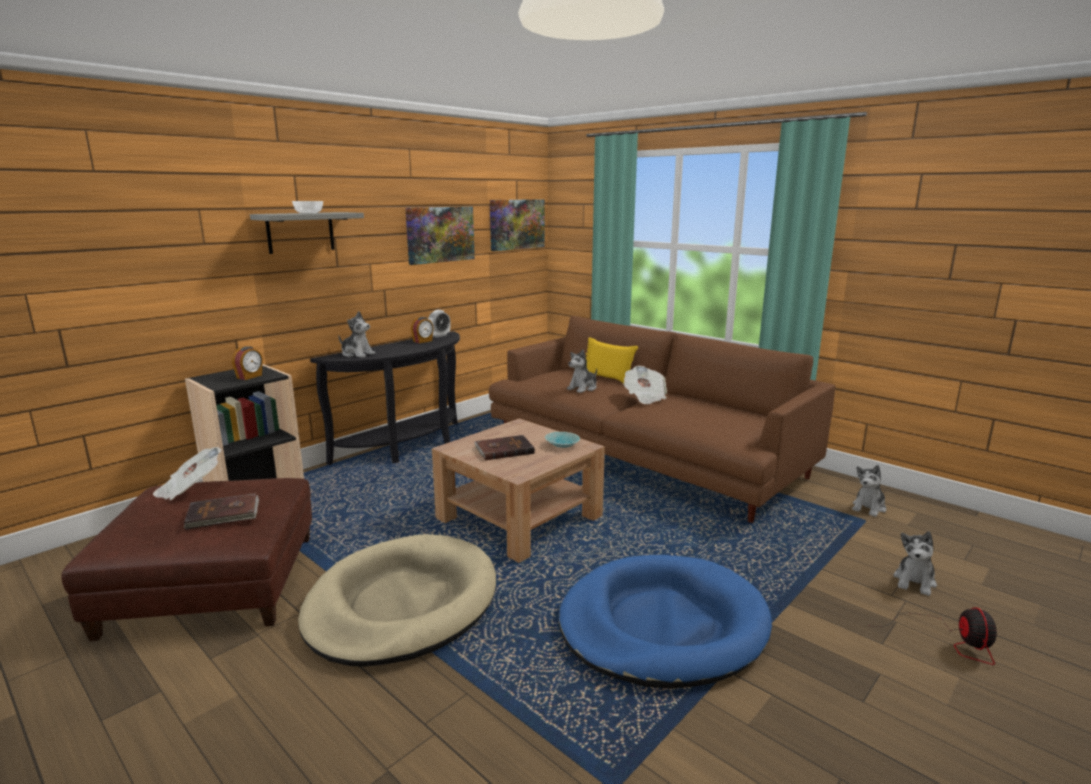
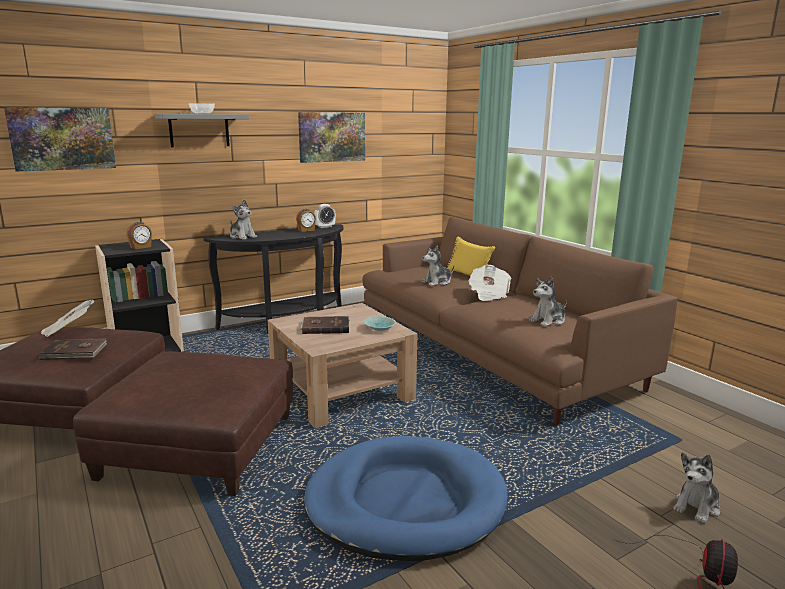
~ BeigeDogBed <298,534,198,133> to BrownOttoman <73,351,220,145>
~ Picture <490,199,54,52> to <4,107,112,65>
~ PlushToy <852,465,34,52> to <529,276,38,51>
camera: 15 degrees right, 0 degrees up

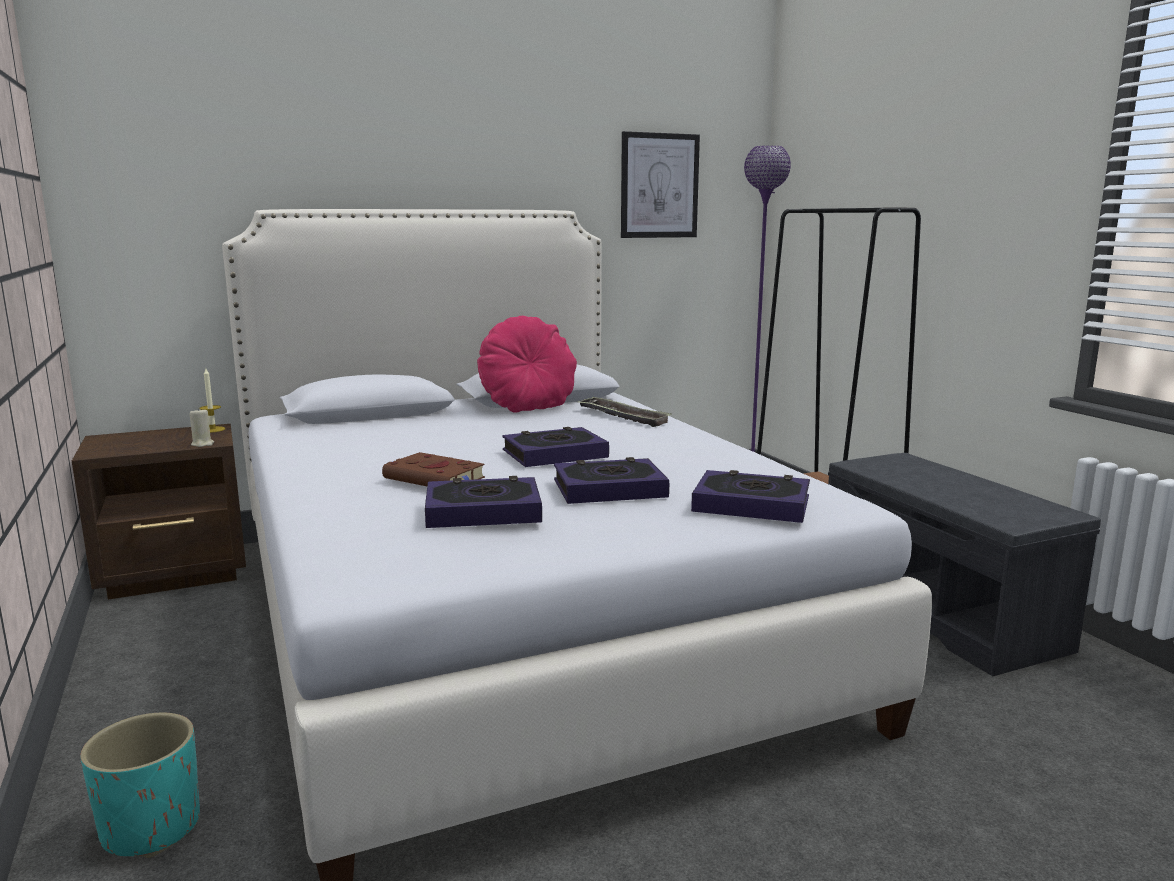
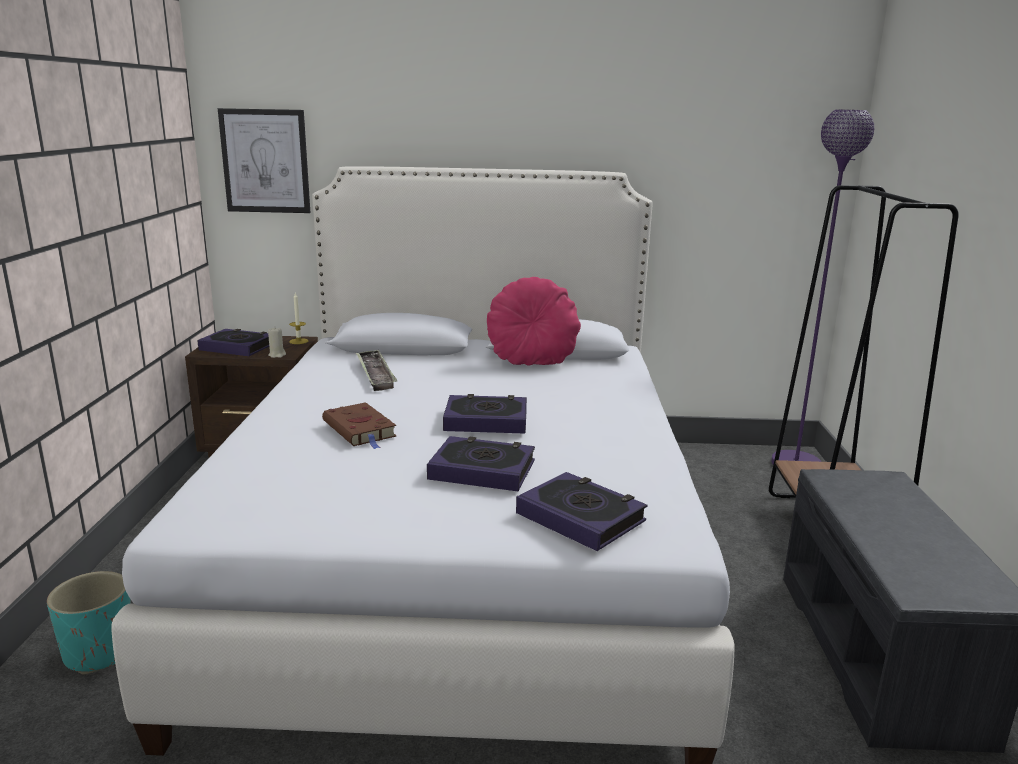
~ Book <425,476,117,52> to <197,329,72,27>
~ Tray <576,397,96,30> to <356,350,42,41>
~ Picture <621,131,79,107> to <218,108,92,105>
camera: 25 degrees right, 5 degrees up

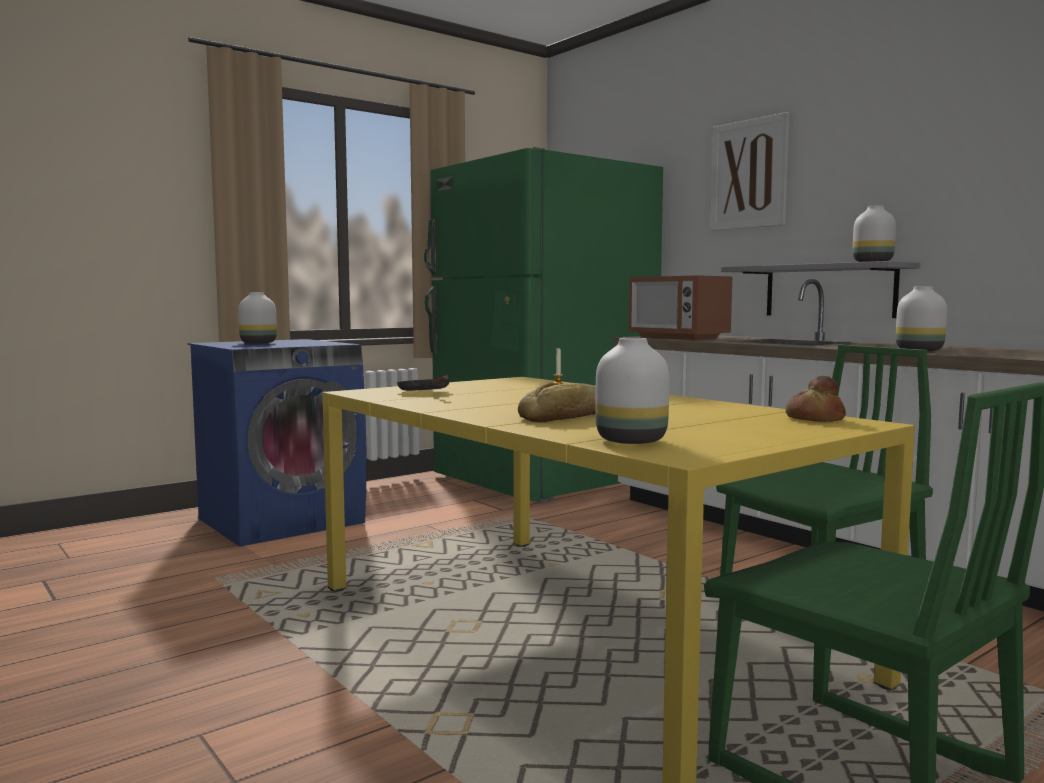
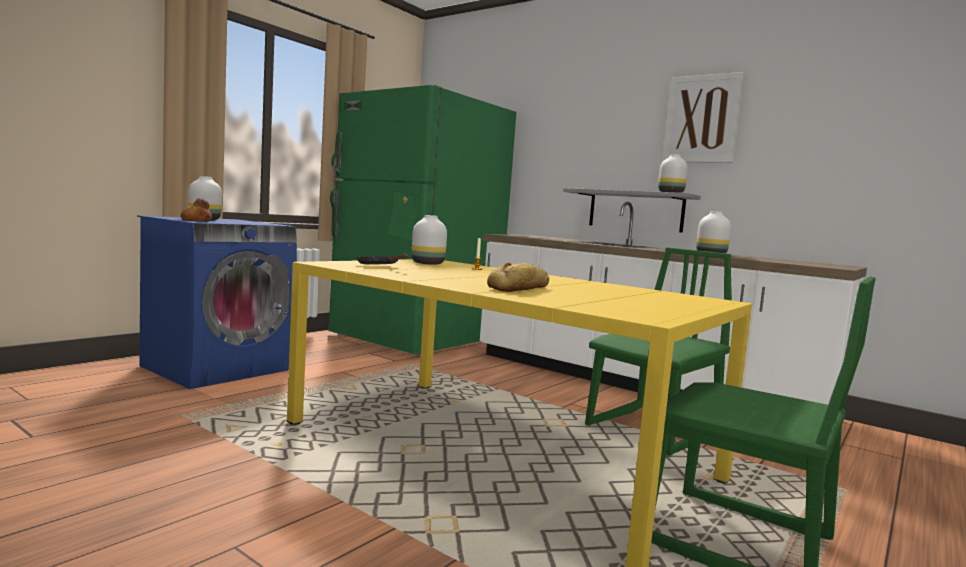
~ WhiteVase <596,338,73,106> to <412,215,35,50>
- Microwave <628,276,104,64>
~ Picture <711,112,78,119> to <663,72,82,91>
~ Bread <785,376,61,46> to <181,198,31,24>
camera: 15 degrees left, 0 degrees up

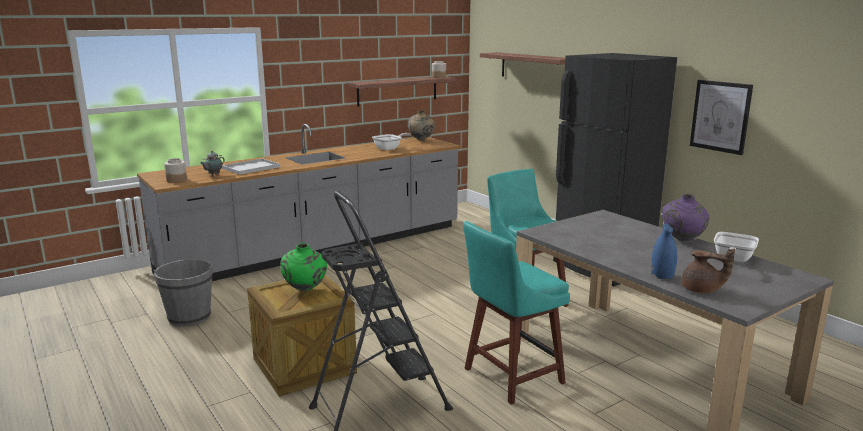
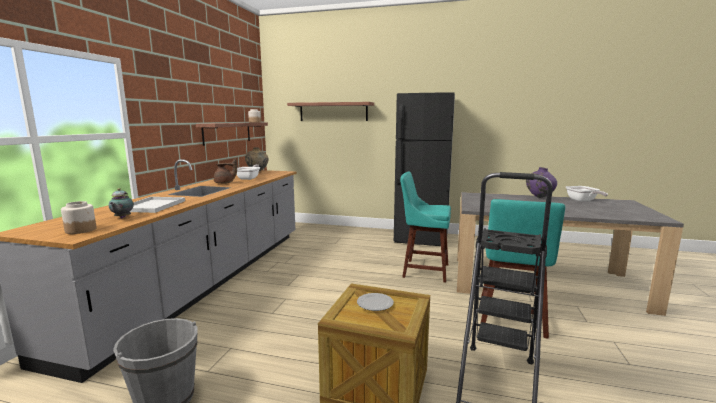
~ GreenVase <280,243,47,48> to Plate <357,293,37,18>
- BlueVase <651,224,26,55>
~ BrownTeapot <681,249,54,45> to <214,159,23,25>
- Picture <690,80,63,75>
camera: 40 degrees left, 5 degrees down

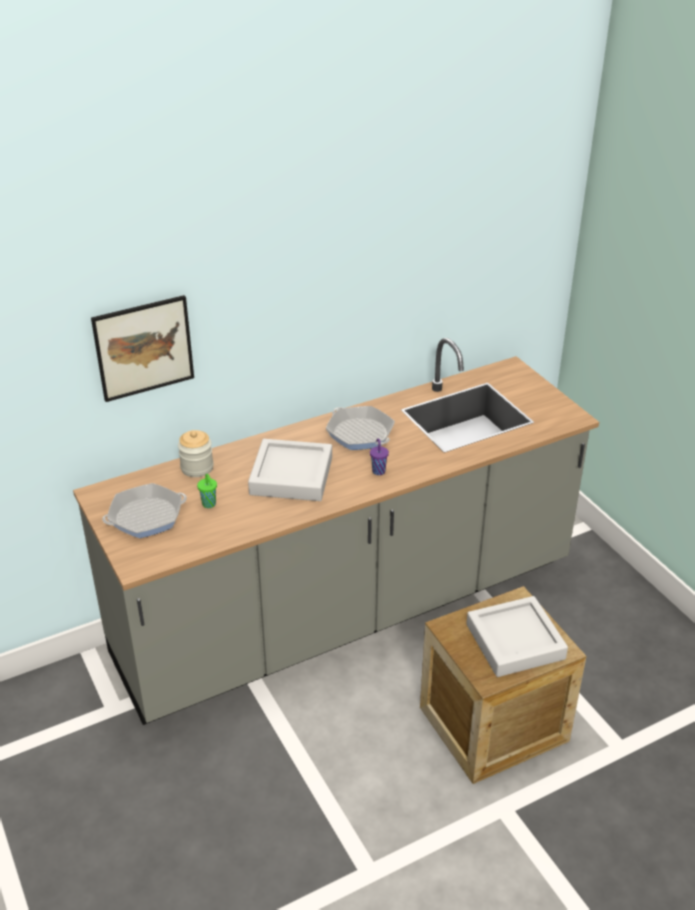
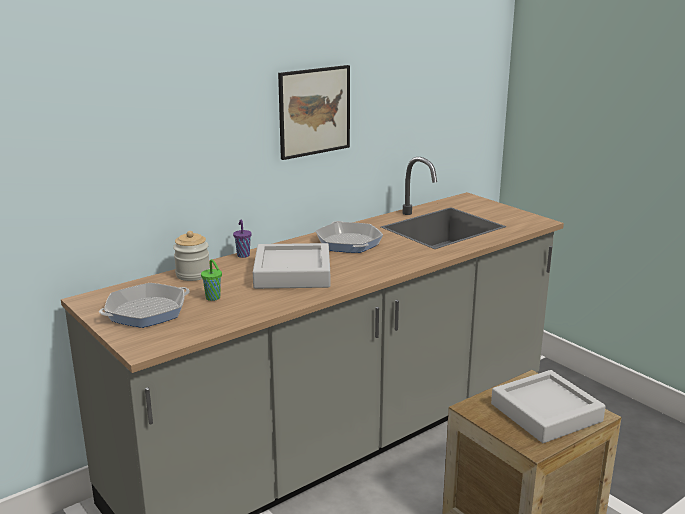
~ Picture <91,295,103,107> to <278,65,72,95>
~ FryingPan <326,406,69,44> = <316,221,67,32> 150 degrees counterclockwise
~ PurpleCup <370,438,19,37> to <233,220,19,38>
camera: 10 degrees left, 15 degrees down

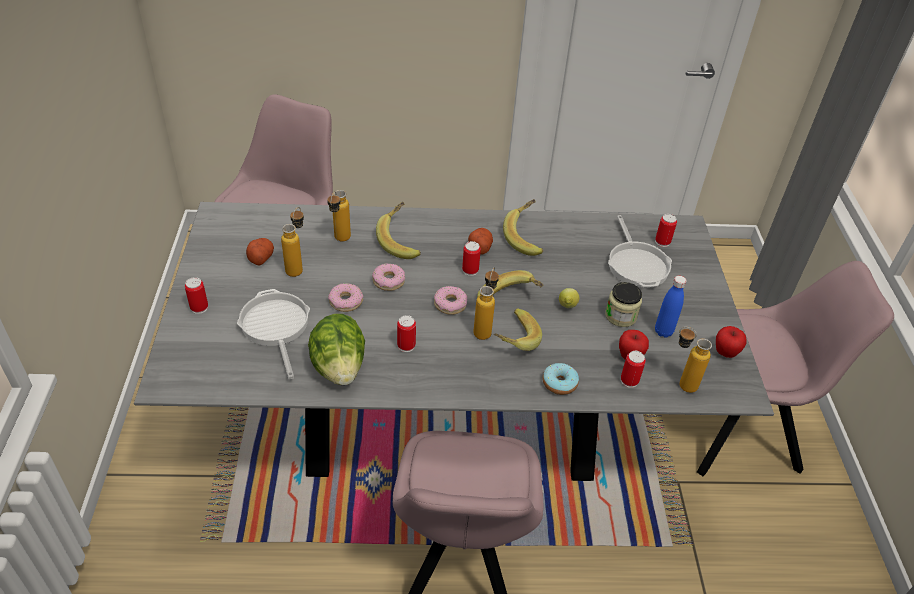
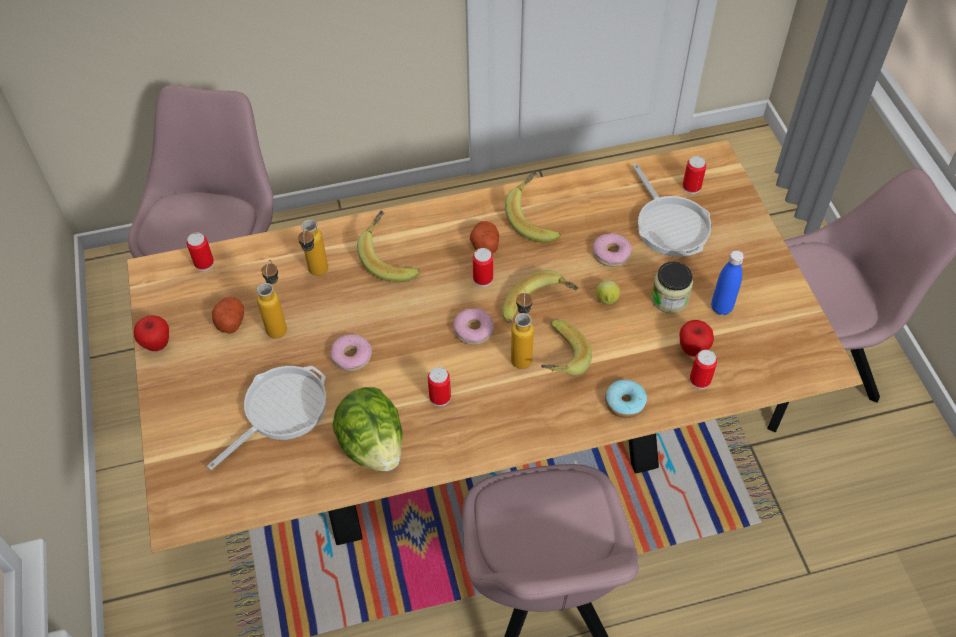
~ GreyDiningTable <134,202,640,279> to BrownDiningTable <127,140,736,413>
~ Can <185,277,23,37> to <187,232,27,39>
~ FryingPan <237,289,73,90> = <207,366,119,104> 75 degrees clockwise
~ Donut <372,263,33,28> to <593,233,39,34>
- Bottle <679,327,33,66>
~ Apple <716,326,31,32> to <134,315,35,36>
camera: 10 degrees left, 10 degrees up

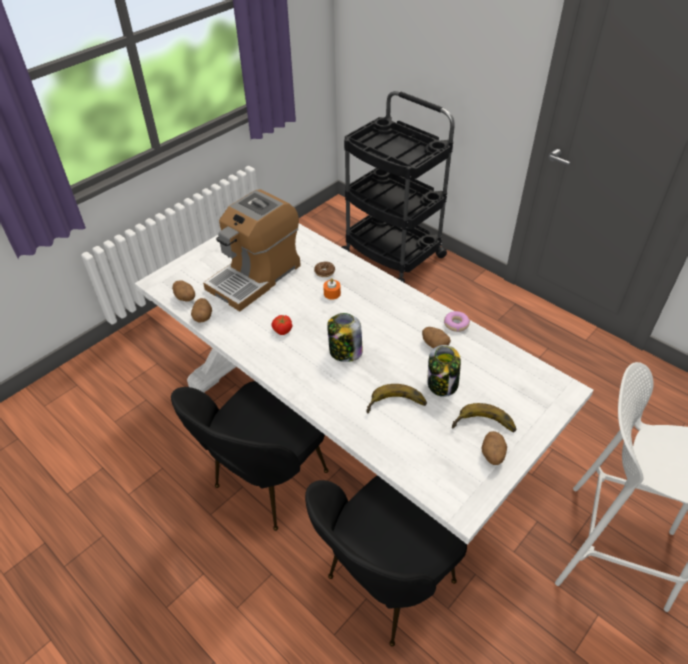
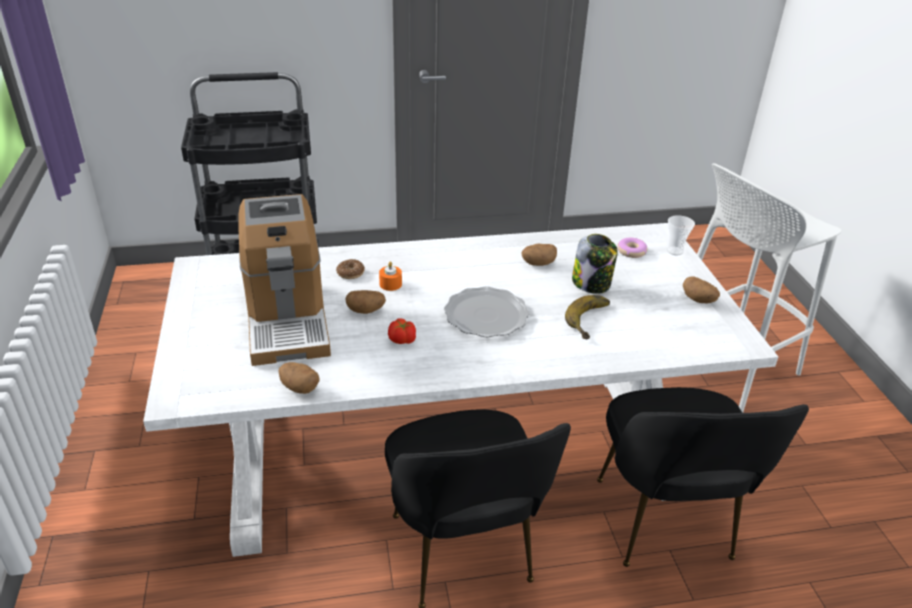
~ Potato <172,280,23,22> to <345,290,41,24>
~ Jar <327,313,36,49> to Plate <444,286,86,51>
~ Donut <444,311,26,21> to <618,238,30,20>
- Banana <452,403,64,29>
+ Cup <667,215,28,40>
camera: 55 degrees left, 10 degrees down

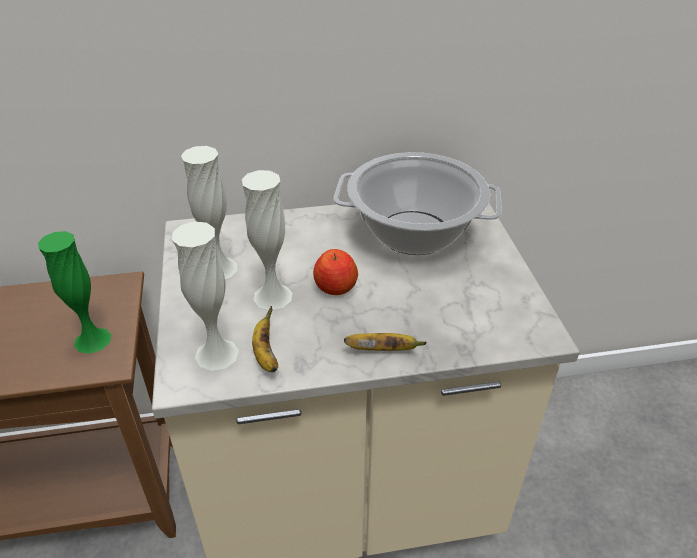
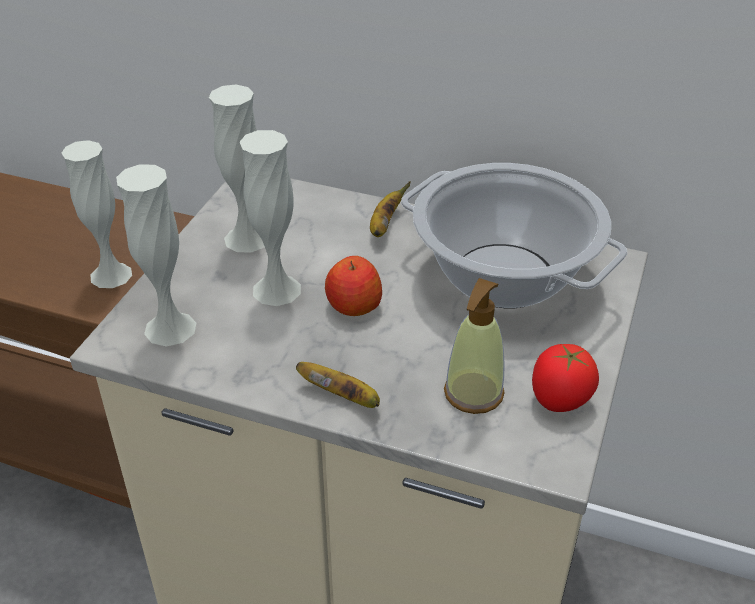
~ GreenVase <38,231,73,123> to WhiteVase <62,140,70,148>
~ Banana <252,306,26,66> to <370,181,40,56>
+ SoapDispenser <444,278,61,136>
+ Tomato <532,344,67,68>
camera: 30 degrees right, 0 degrees up

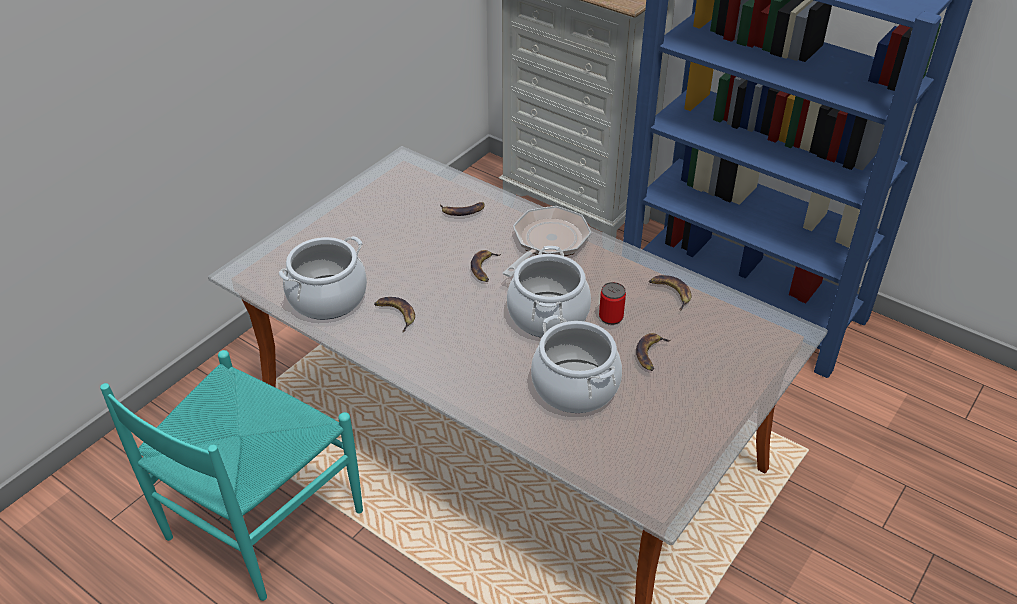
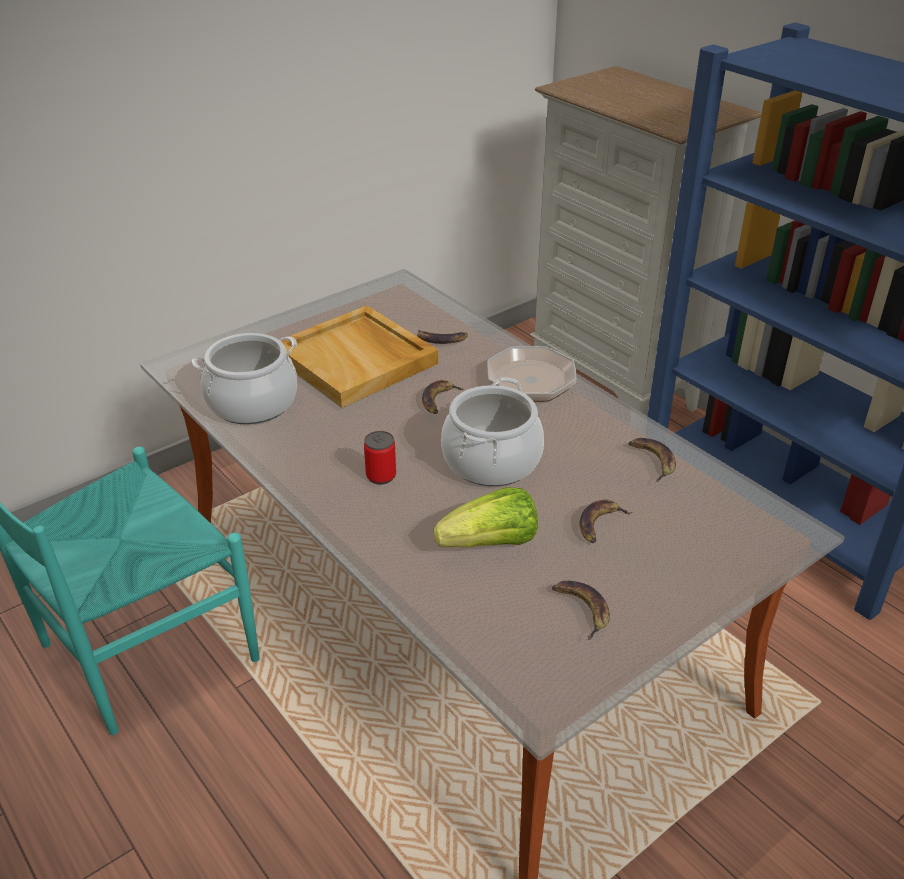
~ Banana <374,297,41,35> to <552,581,58,59>
~ CookingPot <531,315,91,98> to Lettuce <434,487,104,61>
~ Can <599,282,27,43> to <364,431,32,53>
+ BeigeTray <282,305,156,103>
camera: 15 degrees right, 5 degrees down

